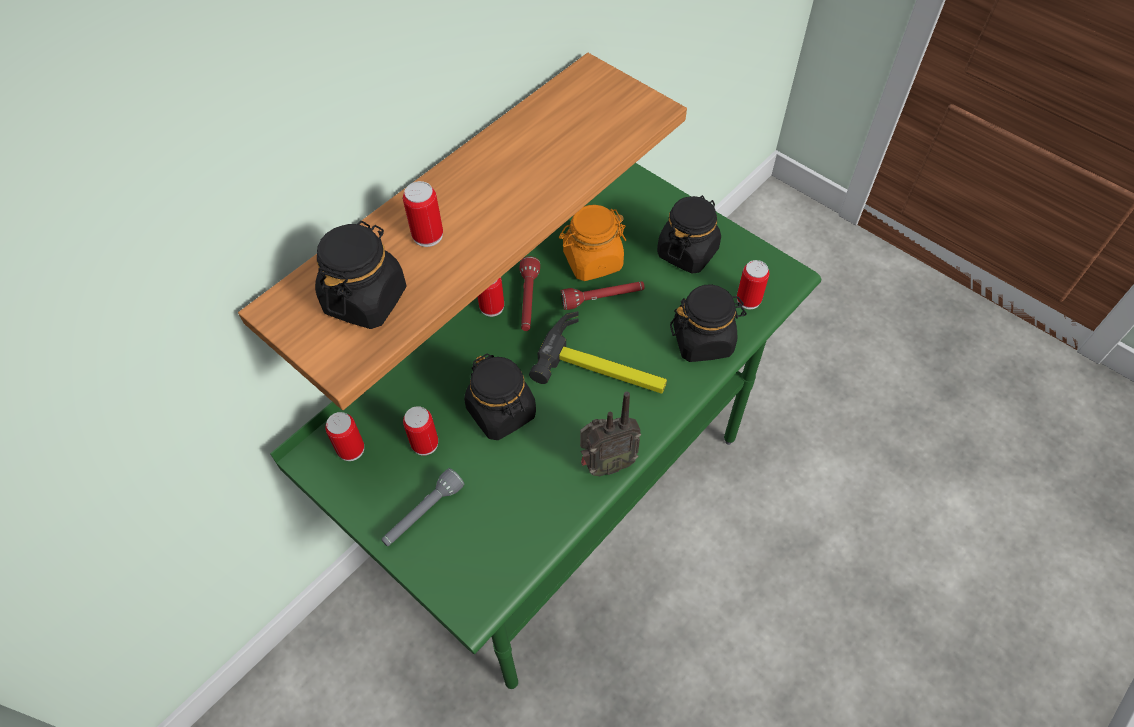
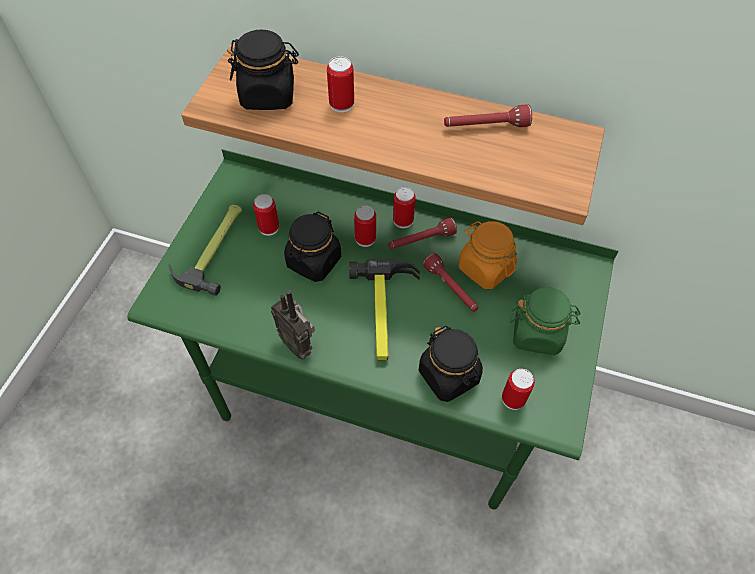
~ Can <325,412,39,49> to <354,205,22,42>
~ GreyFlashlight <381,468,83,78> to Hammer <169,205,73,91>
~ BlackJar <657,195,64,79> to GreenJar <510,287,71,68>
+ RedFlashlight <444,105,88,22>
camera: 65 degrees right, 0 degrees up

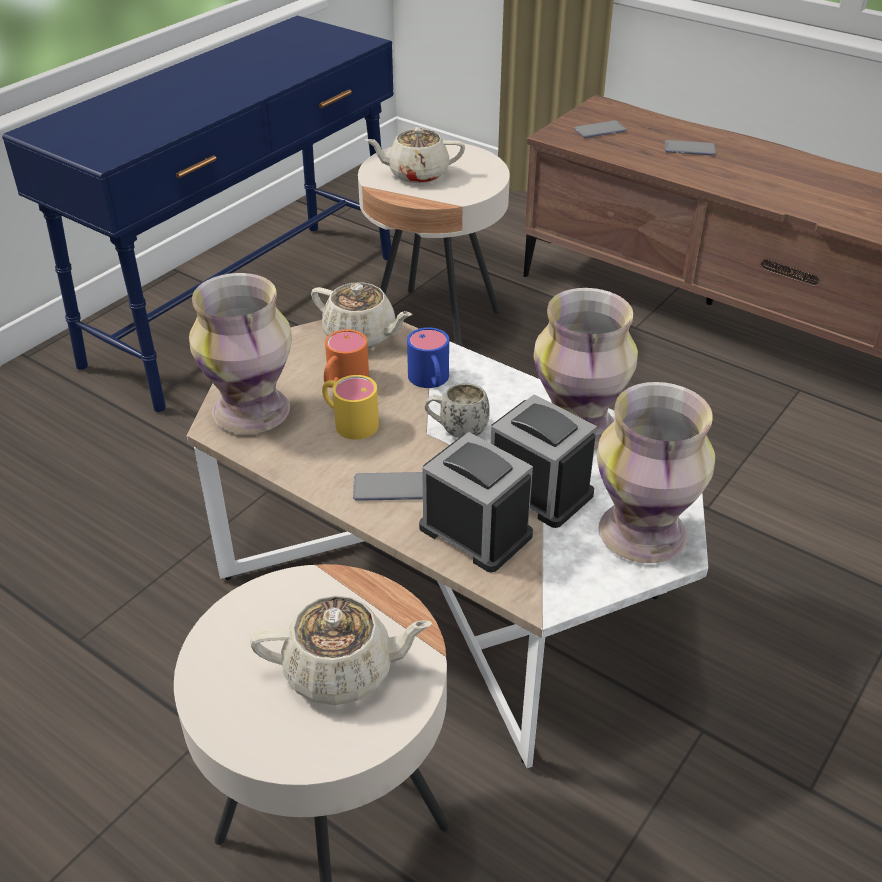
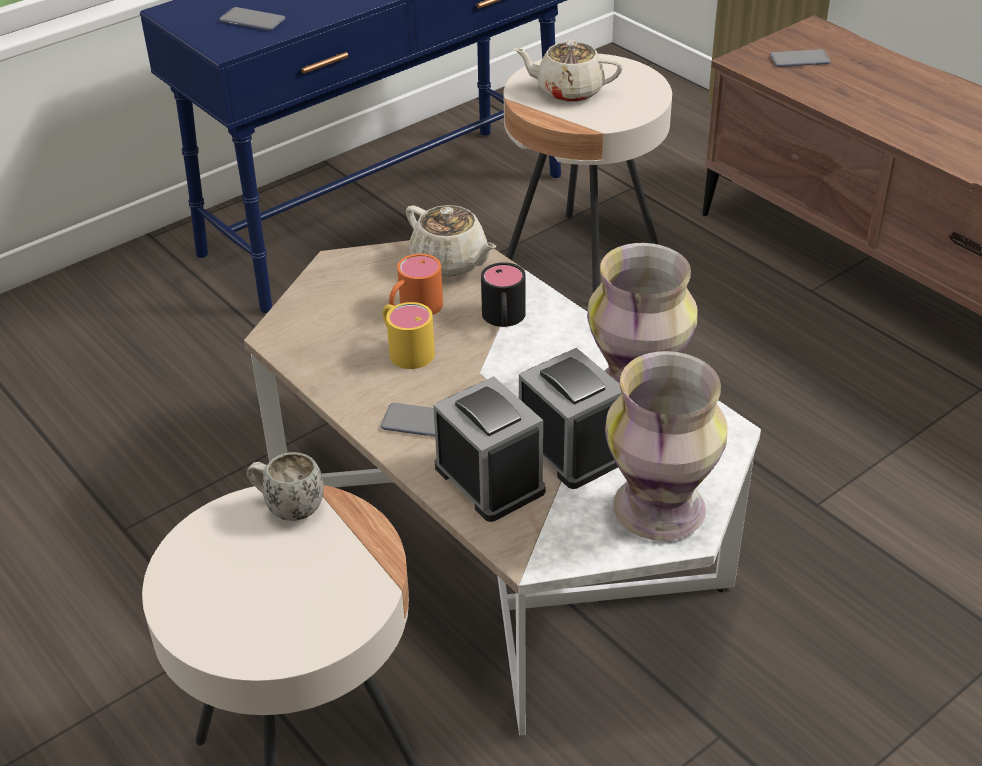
- Vase <189,273,103,161>
- BeigeTeapot <250,595,182,110>
~ BlueMug <407,327,42,61> to BlackMug <481,262,45,65>
~ WhiteMug <424,383,66,55> to <247,452,77,69>
~ Phone <665,140,51,16> to <219,7,67,24>
camera: 15 degrees right, 0 degrees up

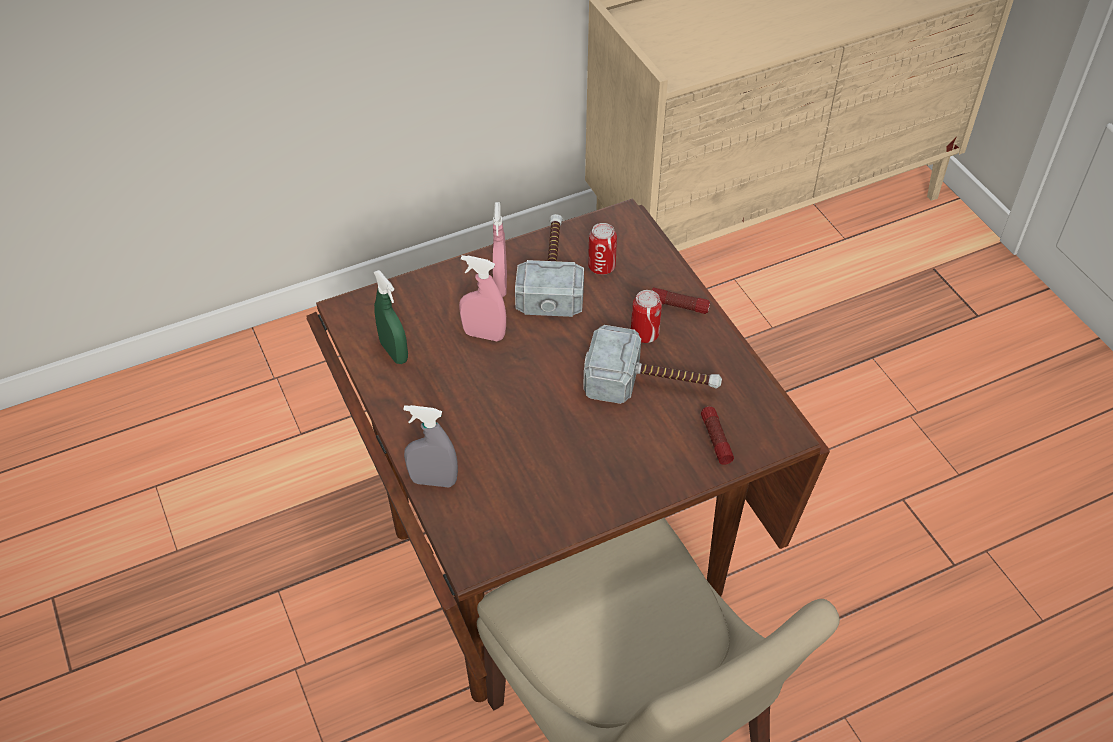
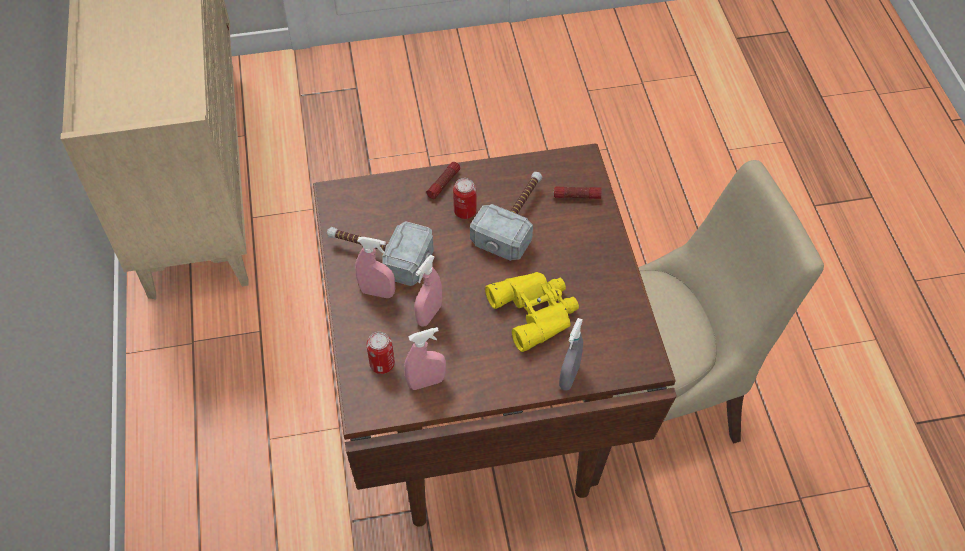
~ GreenSprayBottle <374,270,34,94> to PinkSprayBottle <404,327,42,63>
~ Can <588,223,29,52> to <367,332,28,42>
+ YellowBinoculars <485,272,94,80>
camera: 75 degrees left, 5 degrees up

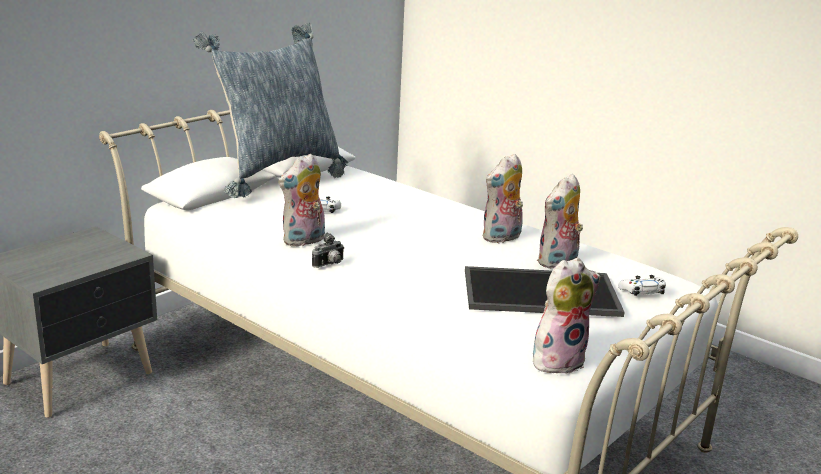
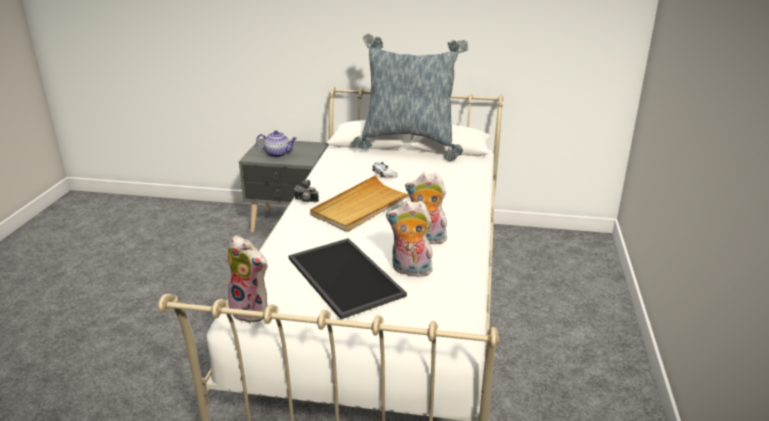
- PlushToy <278,153,47,94>
- WhiteGameController <618,275,48,21>
+ Teapot <256,131,41,26>
+ BeigeTray <310,175,99,57>
camera: 60 degrees right, 5 degrees up

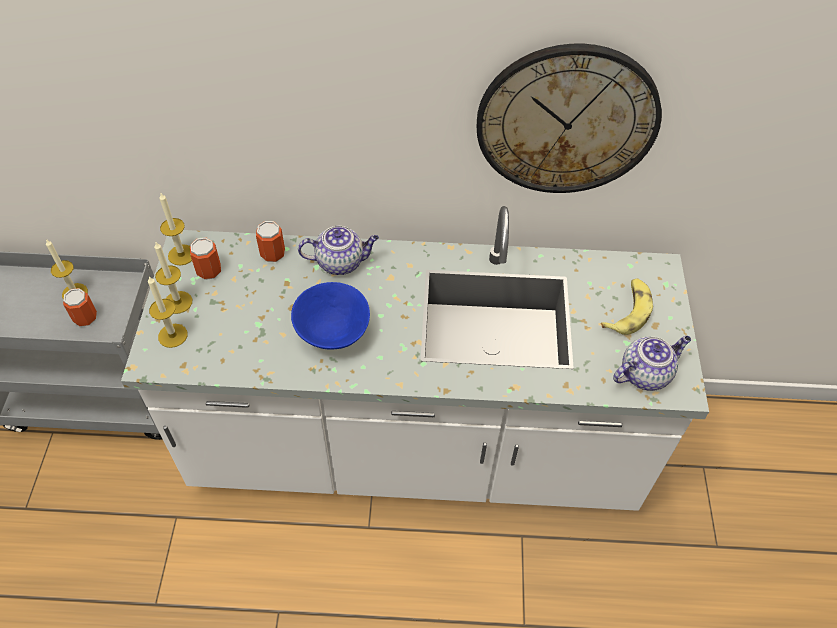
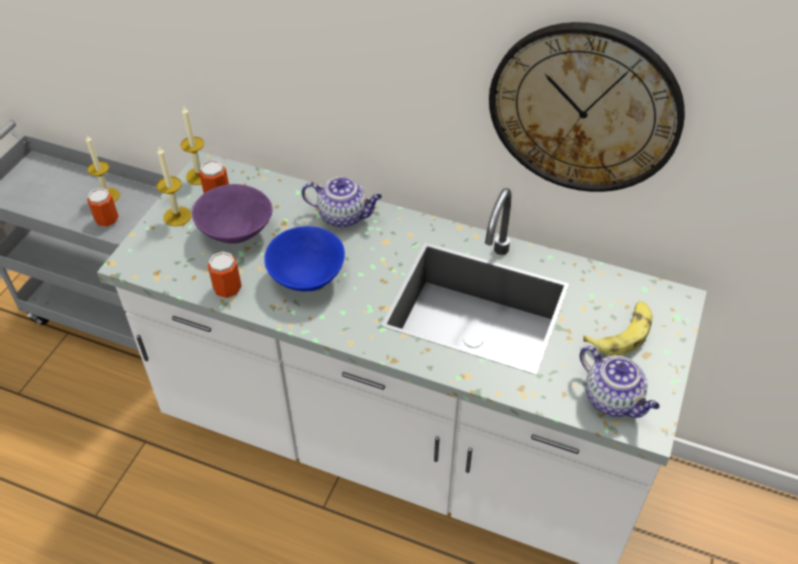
- Candle <148,276,40,72>
~ Can <256,221,29,41> to <208,251,34,47>
~ Teapot <613,336,78,55> = <580,346,80,72> 60 degrees clockwise
+ PurpleBowl <192,184,81,60>
camera: 20 degrees right, 5 degrees down

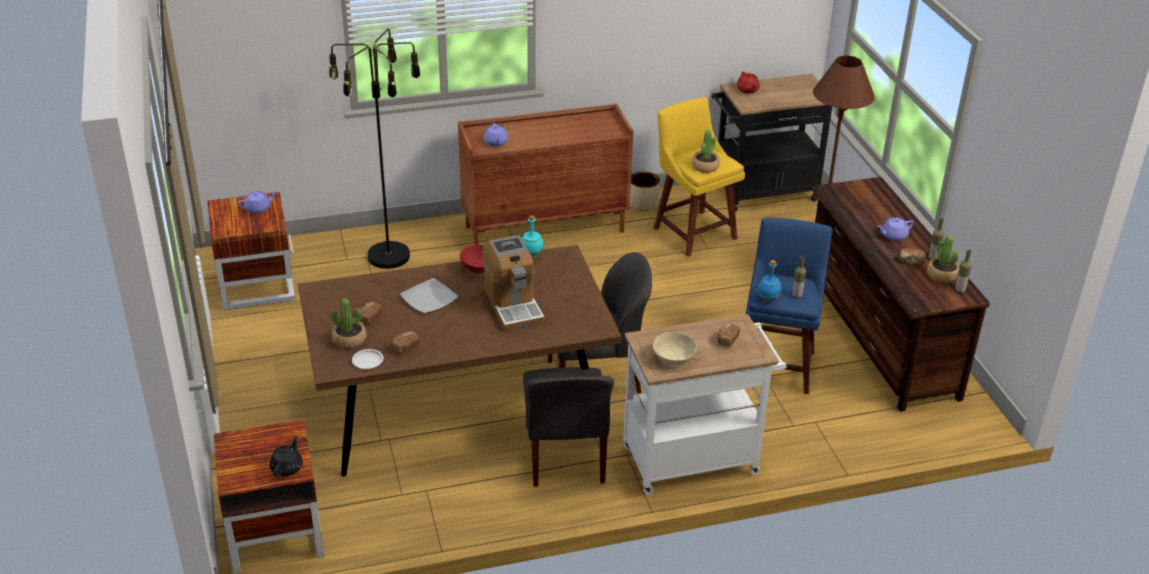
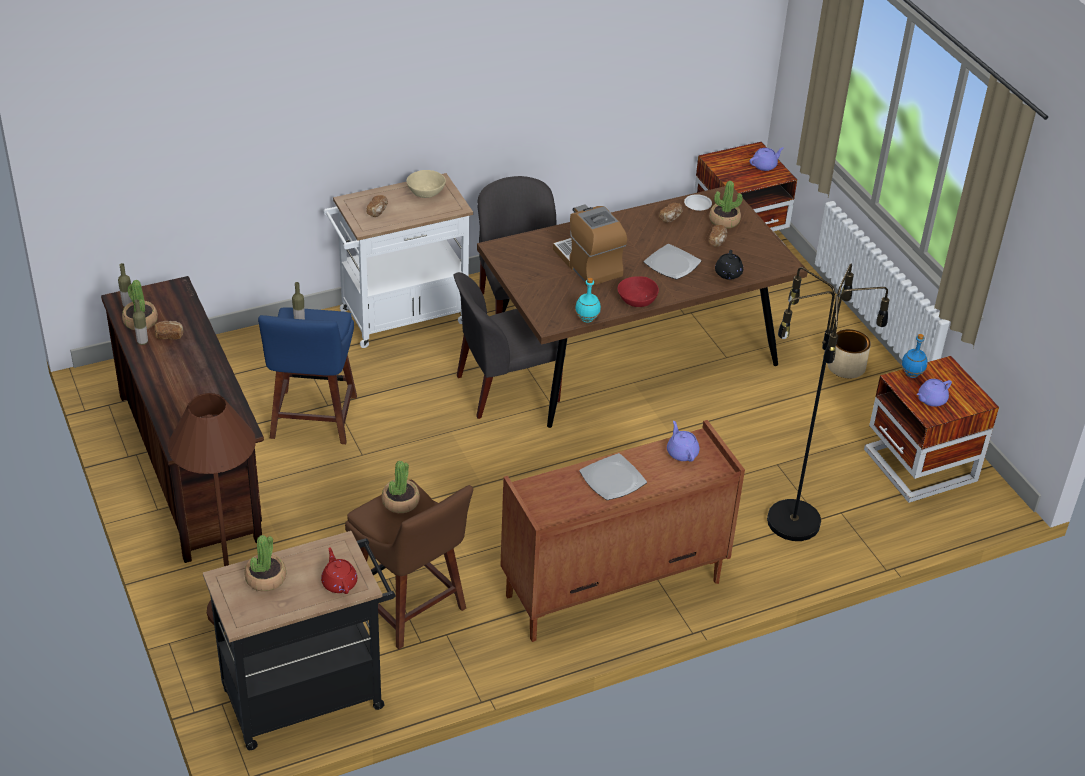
~ BlackTeapot <270,436,33,41> to <715,250,28,30>
~ BeigePlanter <630,172,30,39> to <827,329,44,50>
~ YellowStool <654,97,91,160> to BrownStool <345,480,128,169>
~ BlueBottle <757,260,25,43> to <901,334,26,44>
~ PurpleTeapot <877,217,37,24> to <750,147,34,24>
+ PottedPlant <244,535,42,57>
+ Plate <579,453,68,47>
camera: 170 degrees right, 5 degrees up

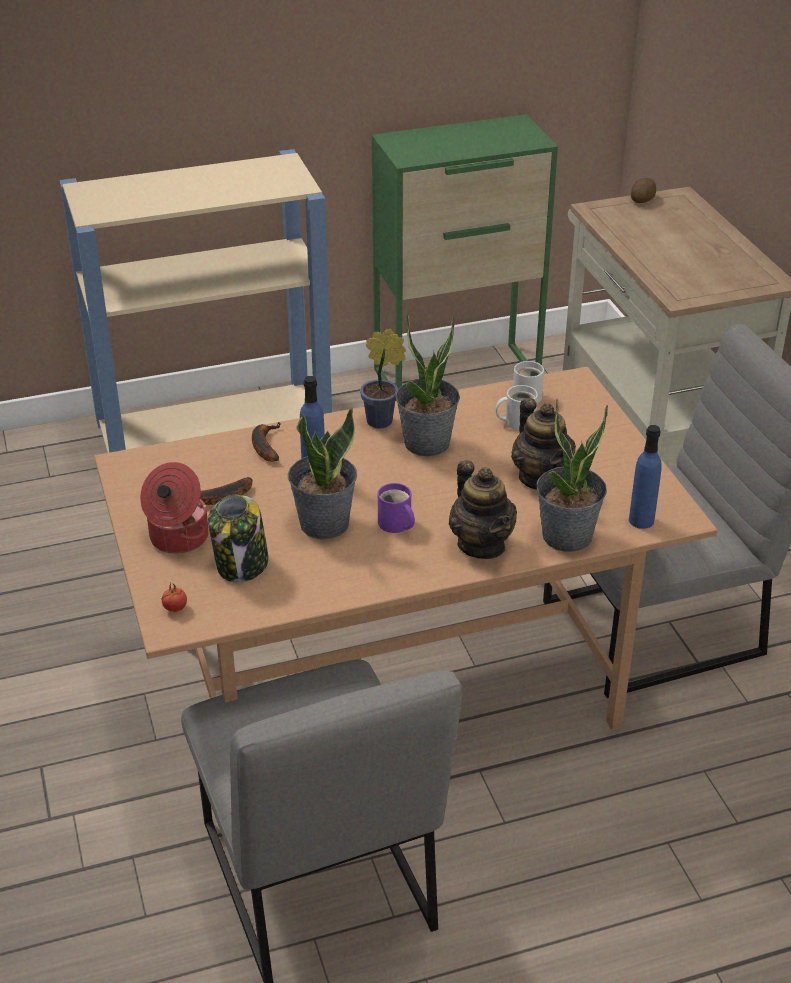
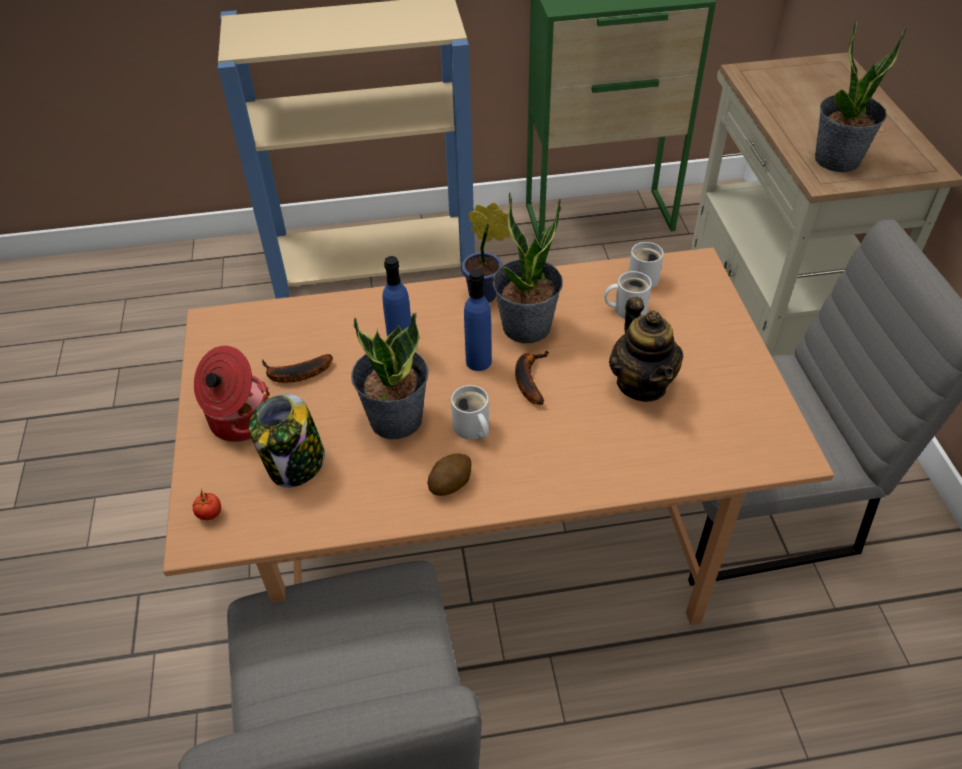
~ Banana <252,422,28,40> to <515,351,34,54>
~ PurpleMug <378,483,37,50> to WhiteMug <451,385,38,55>
- Teapot <449,460,68,99>
~ PottedPlant <537,399,71,153> to <815,21,92,151>
~ BlueBottle <629,425,33,104> to <464,269,28,102>
~ Potato <631,178,25,25> to <427,454,45,42>
camera: 10 degrees right, 10 degrees up

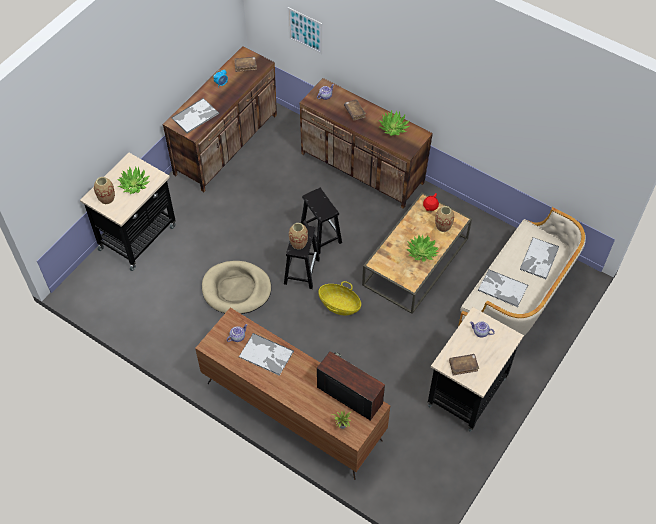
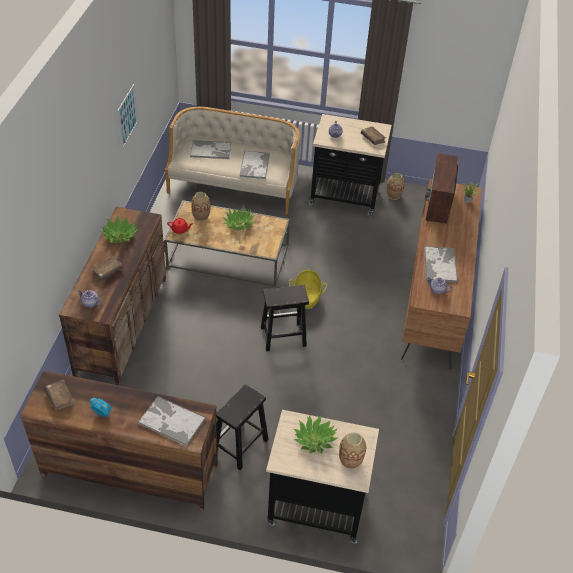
- BeigeDogBed <202,261,69,53>
~ Picture <288,7,34,47> to <118,84,20,65>
~ Vase <289,223,19,26> to <387,173,18,27>
~ BlackStool <301,188,41,66> to <216,384,53,86>
camera: 115 degrees left, 10 degrees down

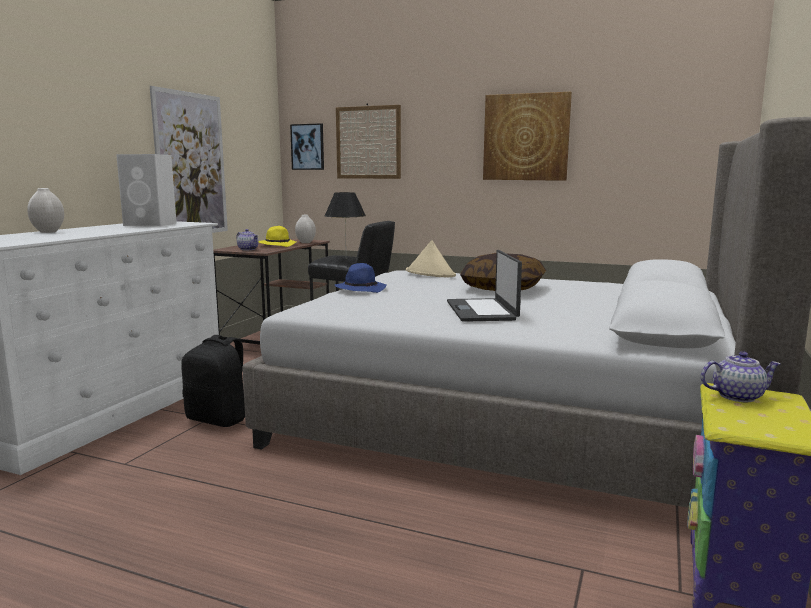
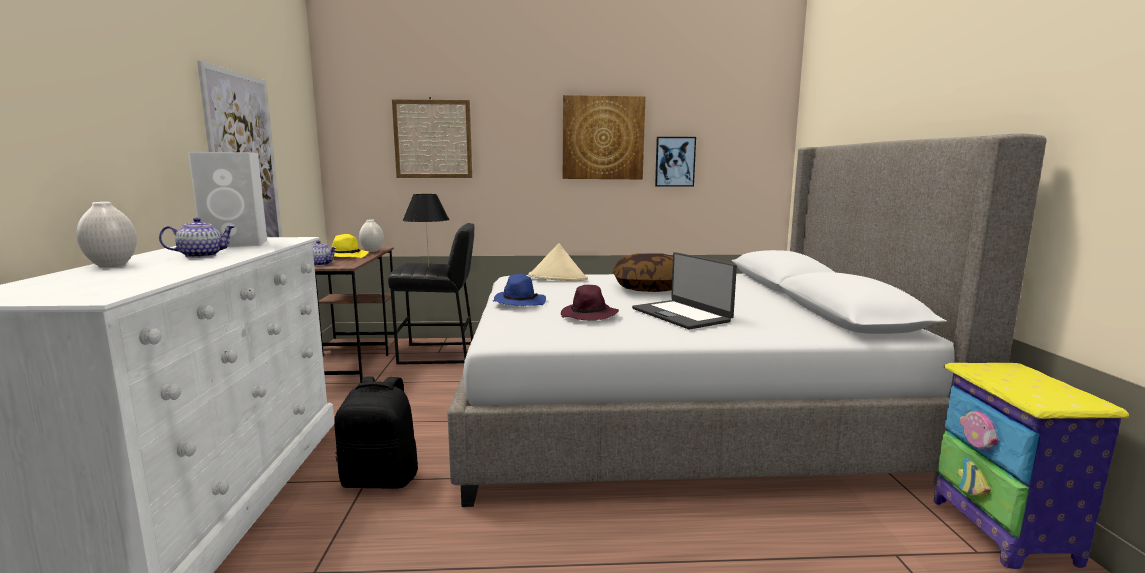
~ Picture <290,123,34,47> to <655,137,41,50>
~ Teapot <701,351,80,51> to <159,217,76,41>
+ PurpleHat <561,285,58,36>
camera: 25 degrees left, 0 degrees up

